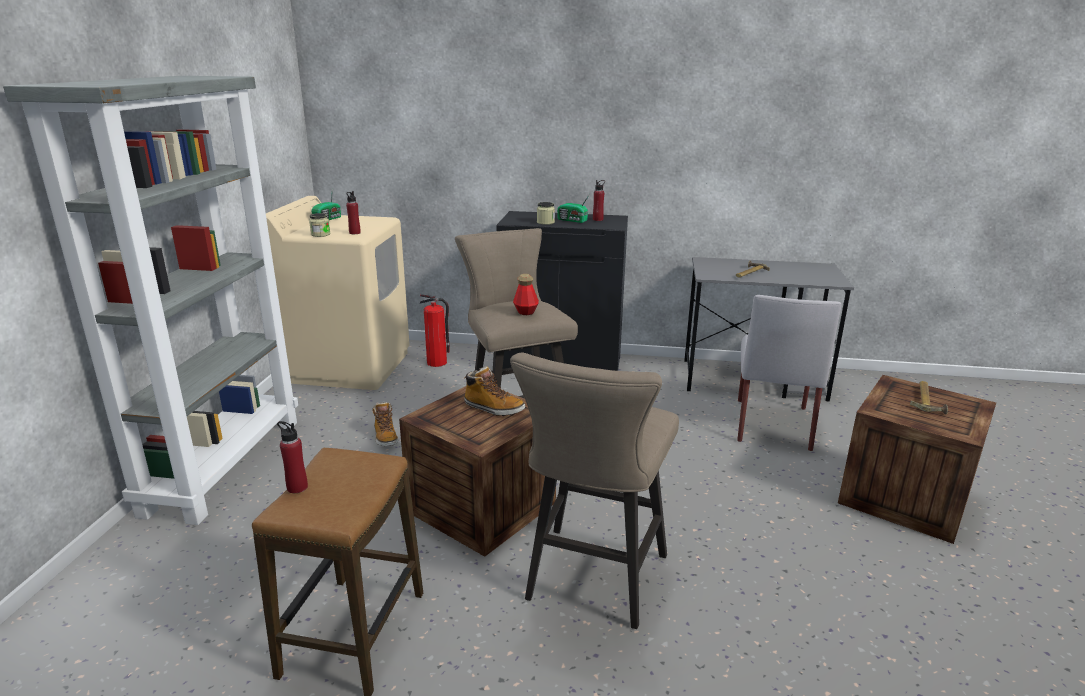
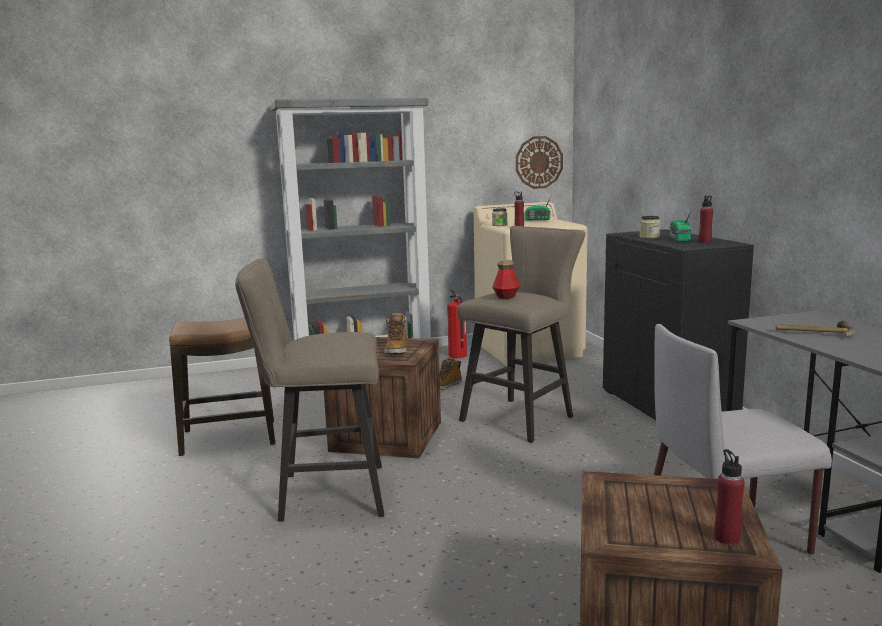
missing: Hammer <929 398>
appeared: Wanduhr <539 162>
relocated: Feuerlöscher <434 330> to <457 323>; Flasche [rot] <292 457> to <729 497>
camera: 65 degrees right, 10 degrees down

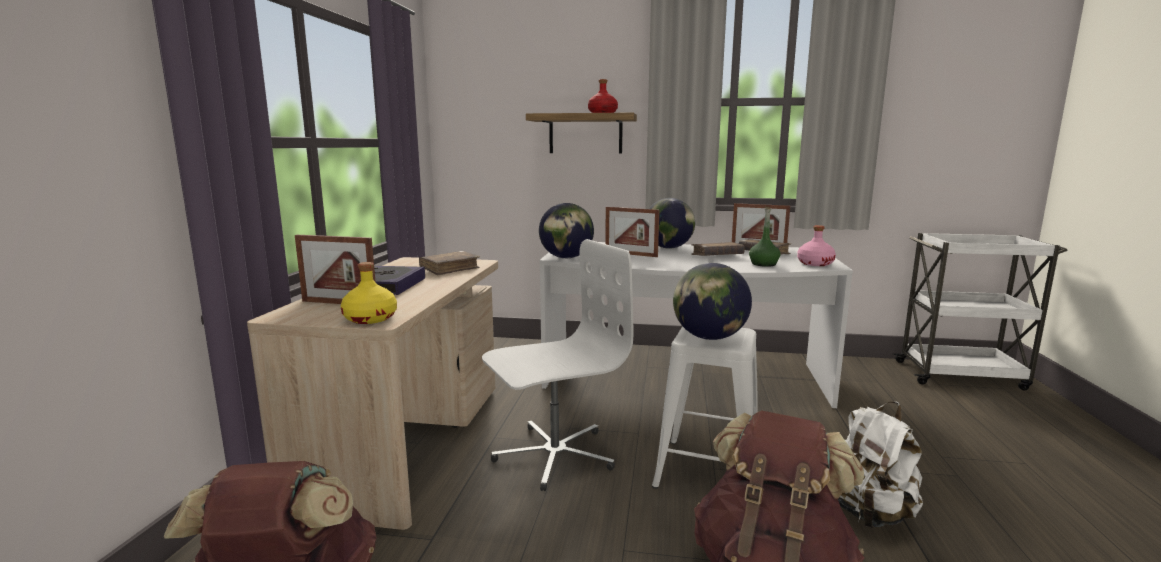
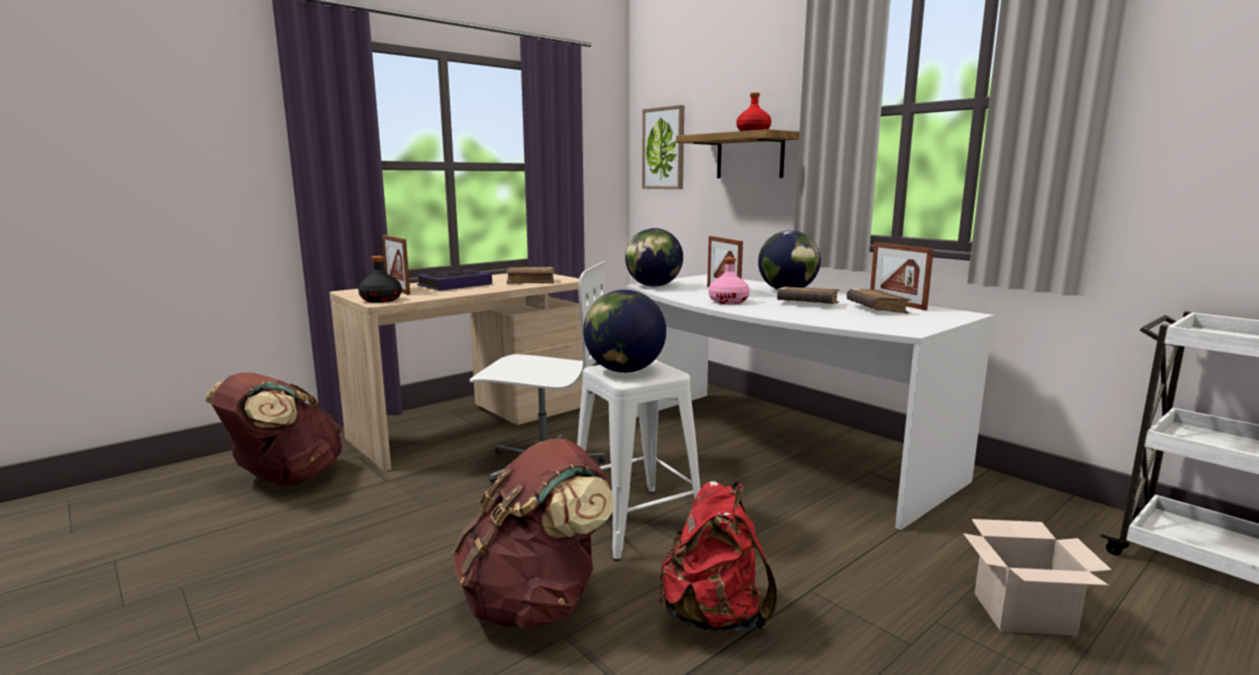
missing: Flasche [grün] <765 237>
appeared: Bild <663 147>; Karton <1037 577>
relocated: Flasche [rosa] <816 245> to <729 280>
colour: Flasche [gelb] <369 293> to Flasche [schwarz] <380 279>; Rucksack [weiß] <880 465> to Rucksack [rot] <718 556>
camera: 40 degrees right, 0 degrees up

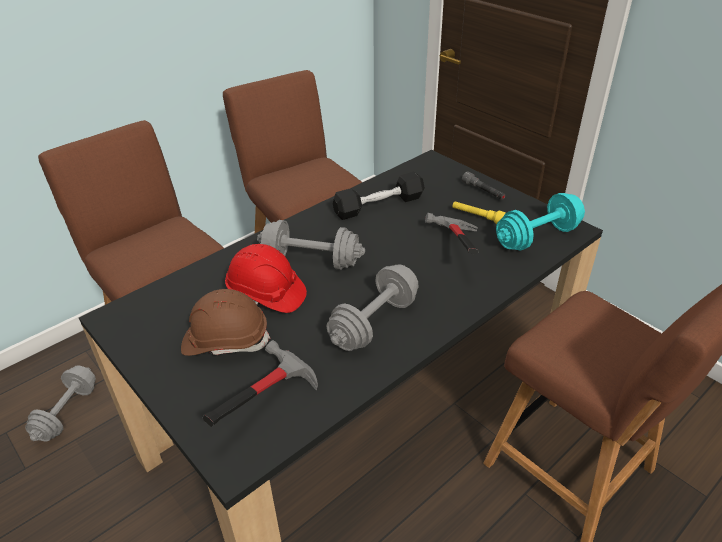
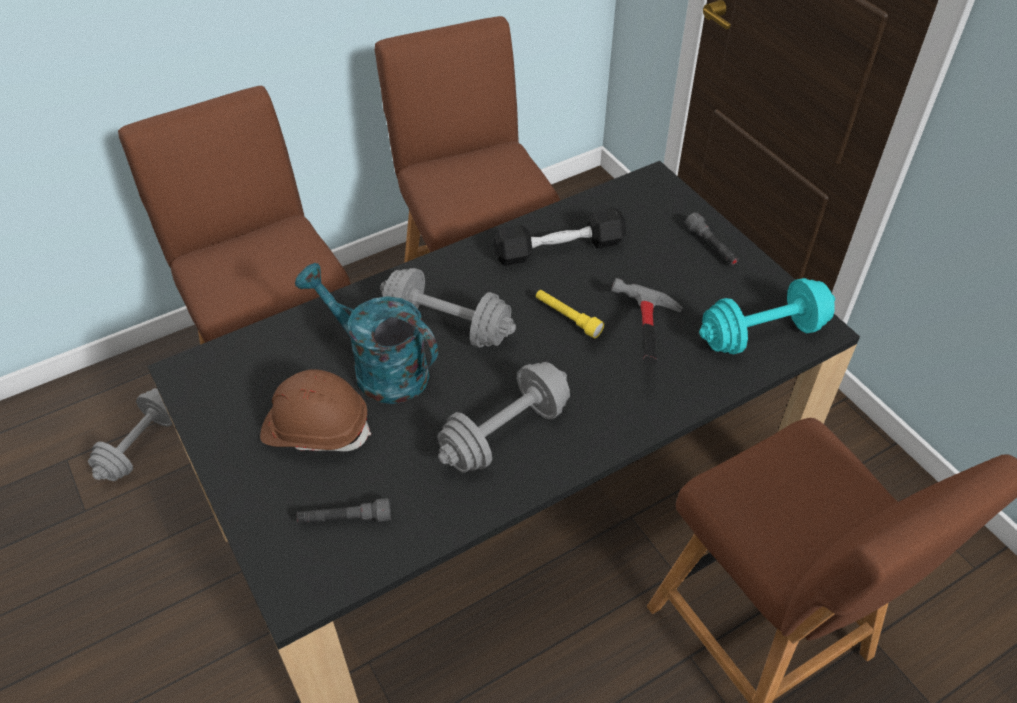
relocated: Taschenlampe [gelb] <479 213> to <570 314>
exchanged: Schutzhelm [rot] <266 278> to Gießkanne [türkis] <366 333>; Hammer <260 383> to Taschenlampe [grau] <344 510>
camera: 10 degrees right, 10 degrees up

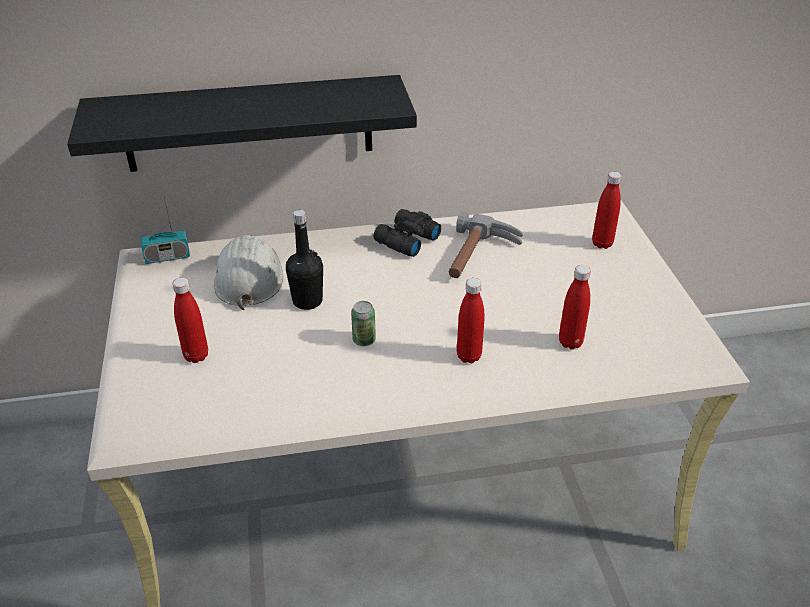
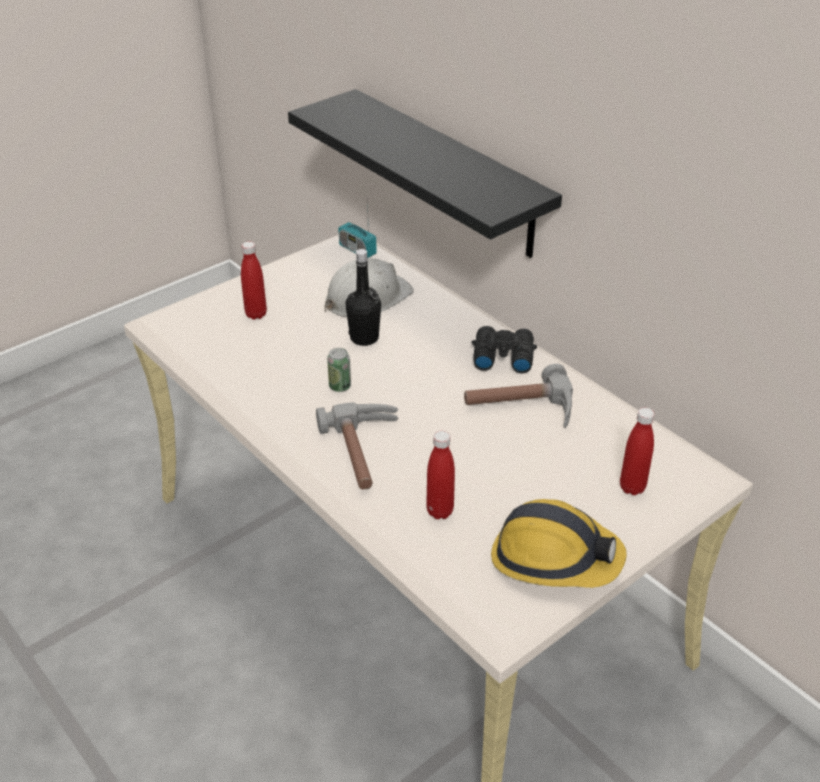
appeared: Schutzhelm <559 543>
exchanged: Flasche [rot] <471 321> to Hammer <357 446>
camera: 60 degrees right, 0 degrees up

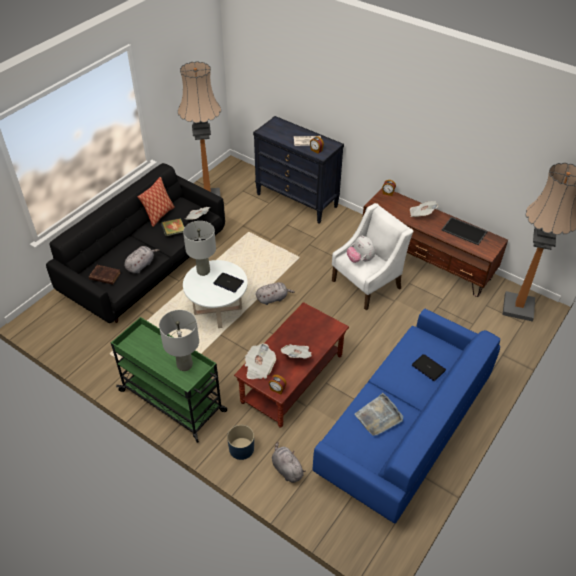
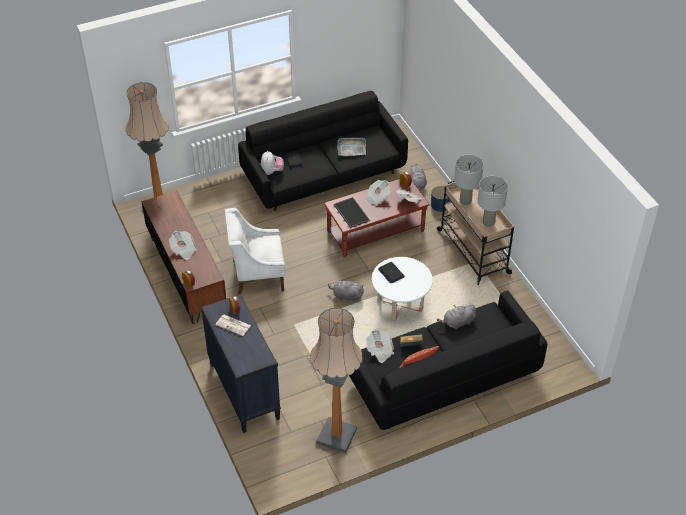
missing: Buch [braun] <105 275>
relocated: Tablett <465 231> to <352 212>; Tischlampe [grau] <199 248> to <492 201>; Plüschtier <361 249> to <272 162>
colour: Sofa [blau] <406 416> to Sofa [schwarz] <323 151>; Rollwagen [grün] <169 380> to Rollwagen [beige] <475 232>
camera: 150 degrees left, 0 degrees up

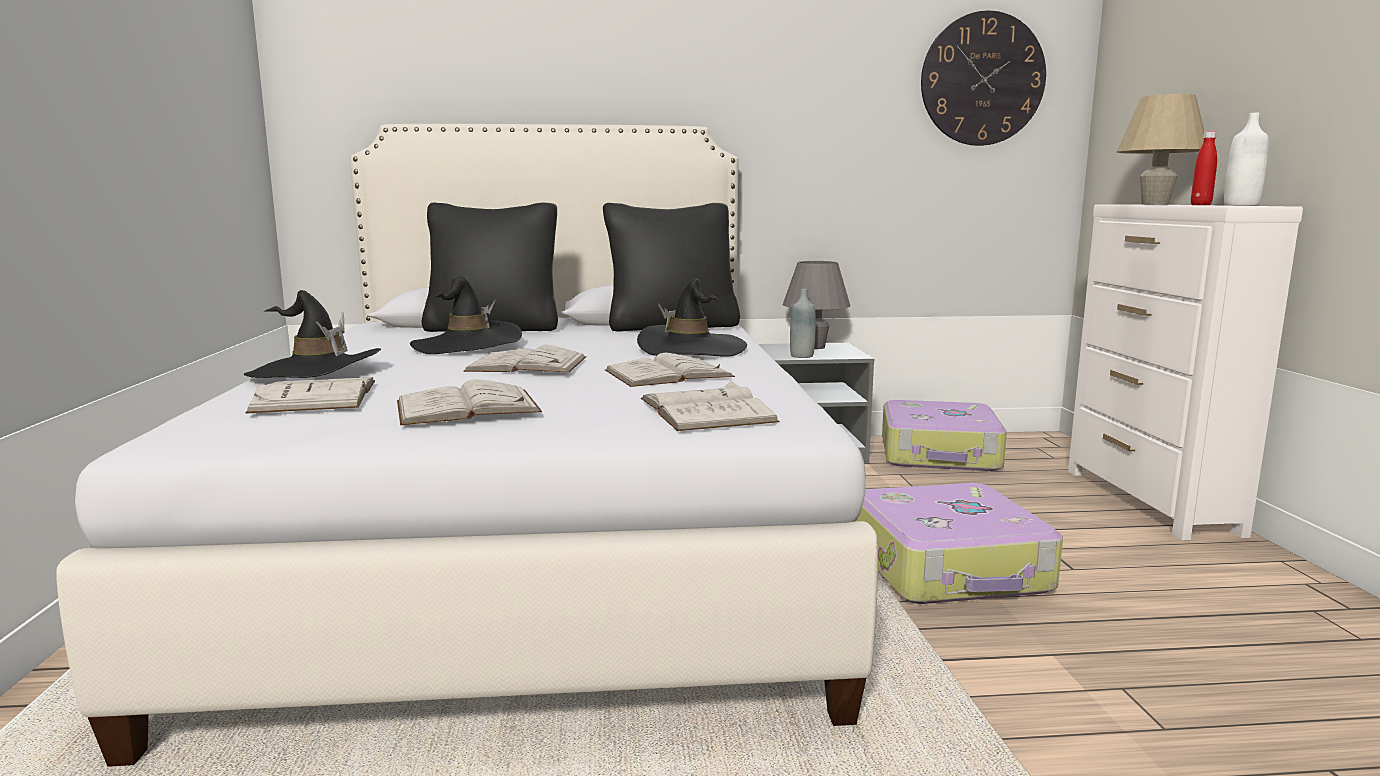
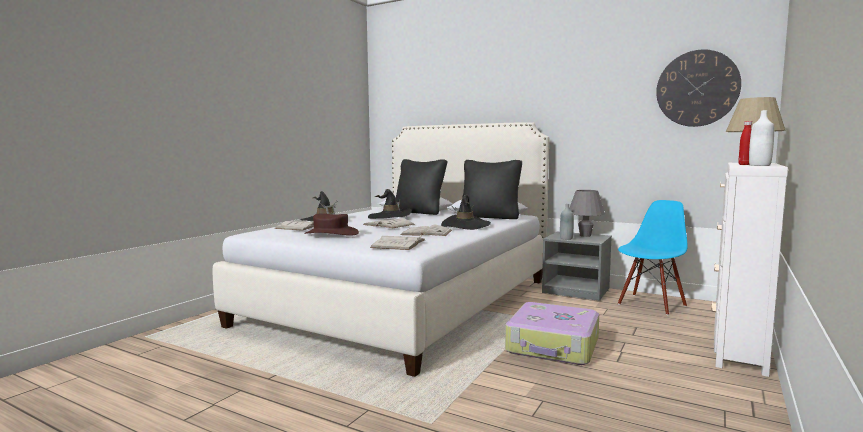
exchanged: Buch [weiß] <469 402> to Hut [braun] <331 224>; Koffer <944 435> to Stuhl [blau] <652 257>
camera: 35 degrees right, 5 degrees down

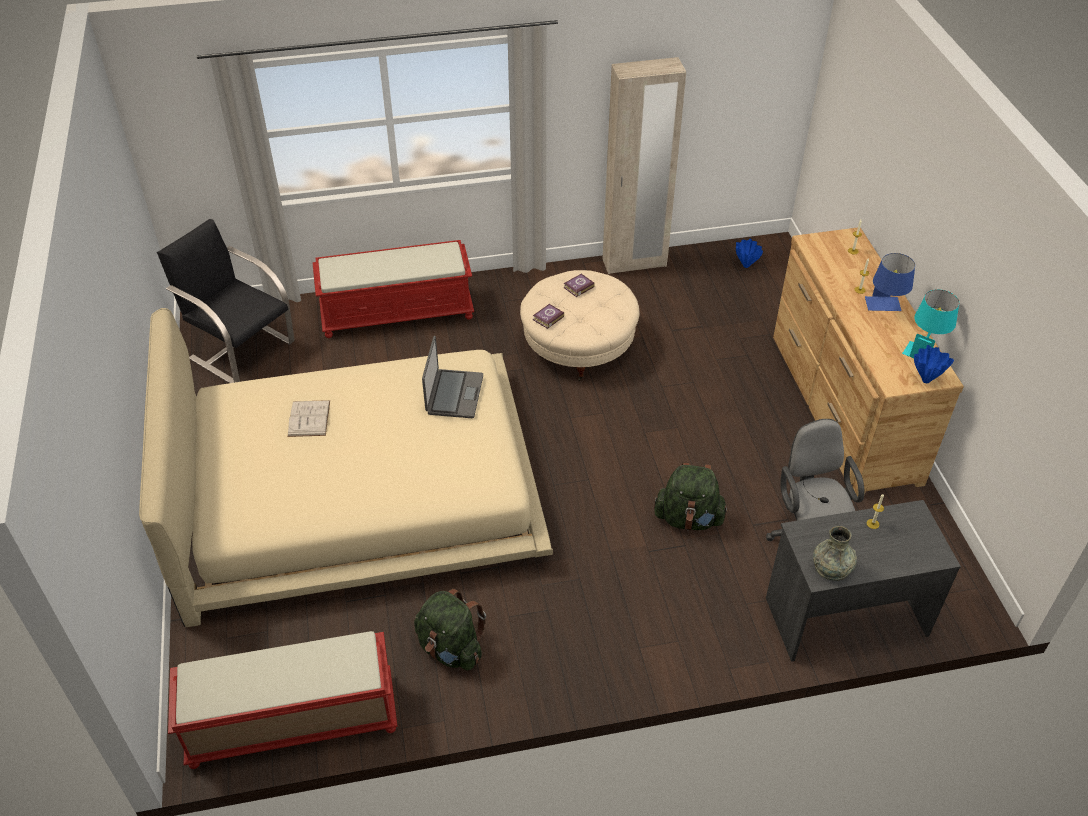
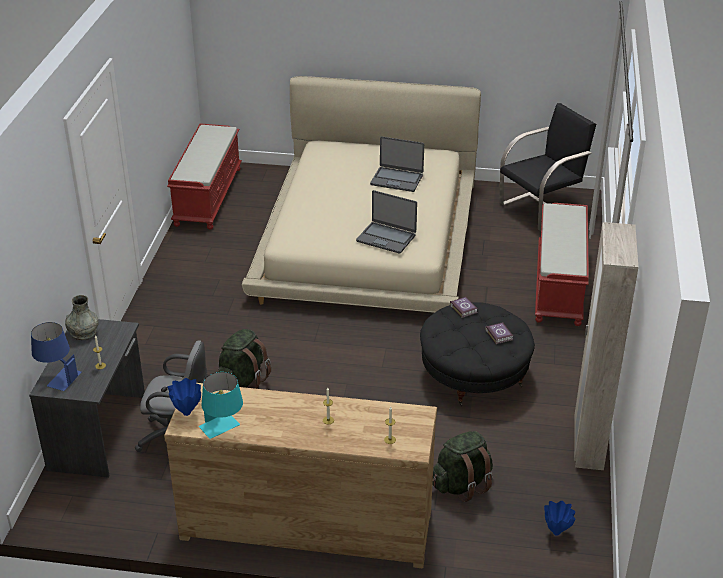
relocated: Tischlampe [blau] <890 282> to <56 356>; Rucksack [grün] <450 630> to <462 466>
exchanged: Buch [weiß] <308 418> to Laptop <397 164>
colour: Polsterhocker [beige] <579 325> to Polsterhocker [schwarz] <477 354>
camera: 110 degrees right, 10 degrees down

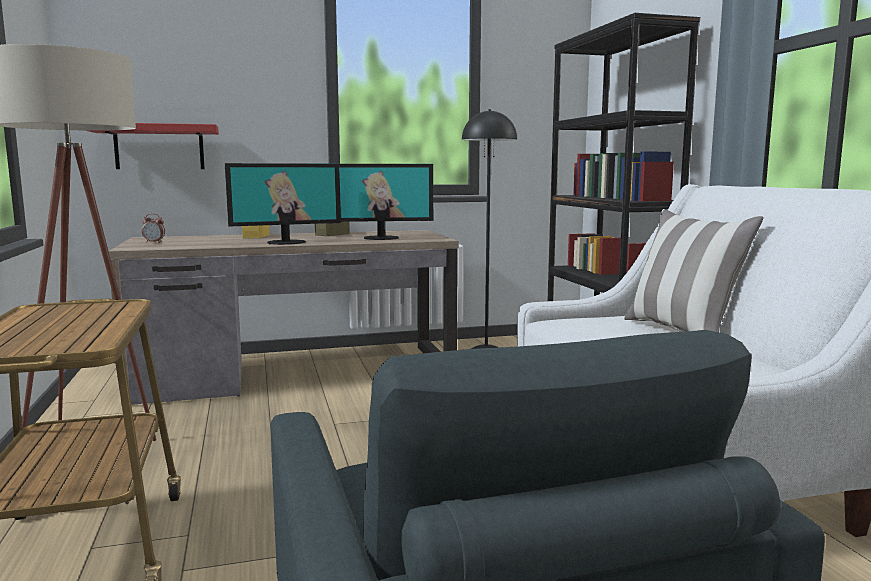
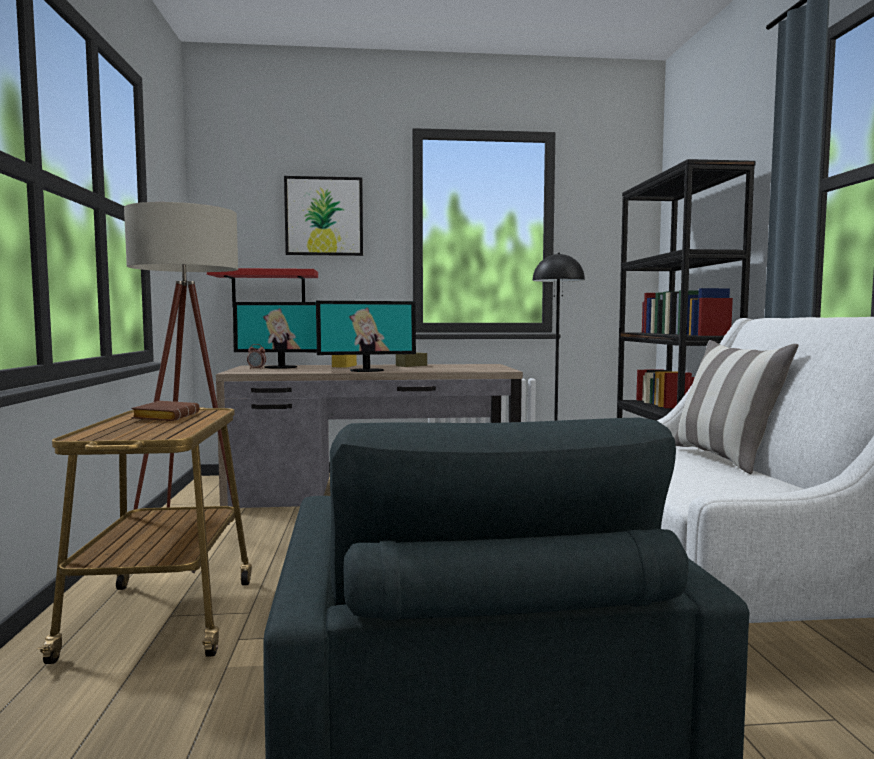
appeared: Bild <323 216>; Buch [braun] <165 411>
relocated: Monitor <386 202> to <275 335>
camera: 10 degrees right, 5 degrees down

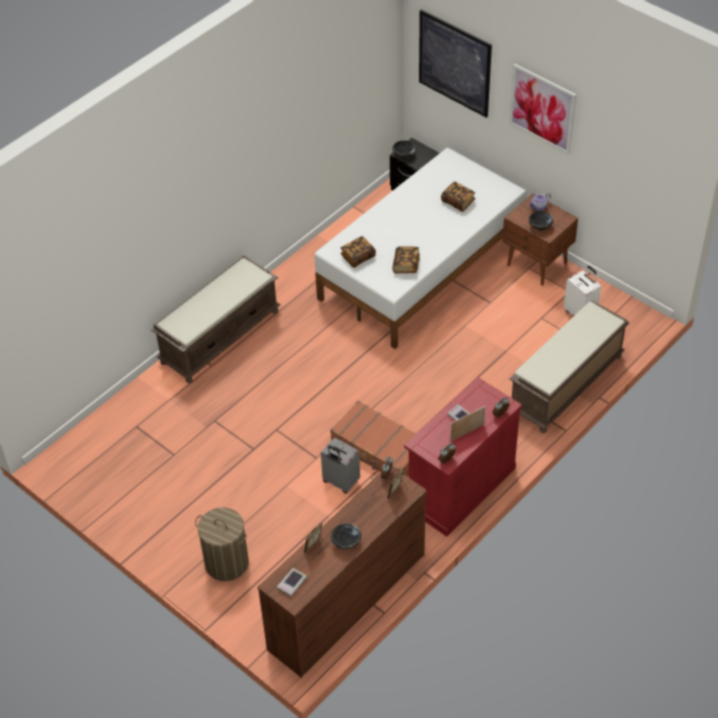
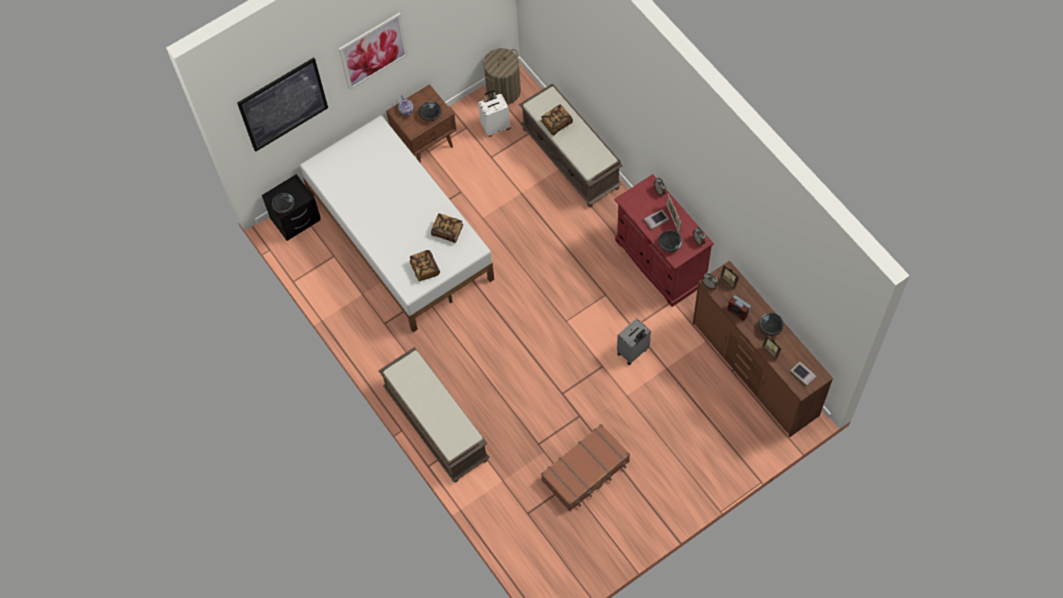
appeared: Schüssel [schwarz] <670 241>; Wecker <739 308>
relocated: Buch <458 196> to <557 119>; Koffer [braun] <373 438> to <585 467>; Wäschekorb <222 544> to <502 76>
camera: 75 degrees left, 15 degrees up

